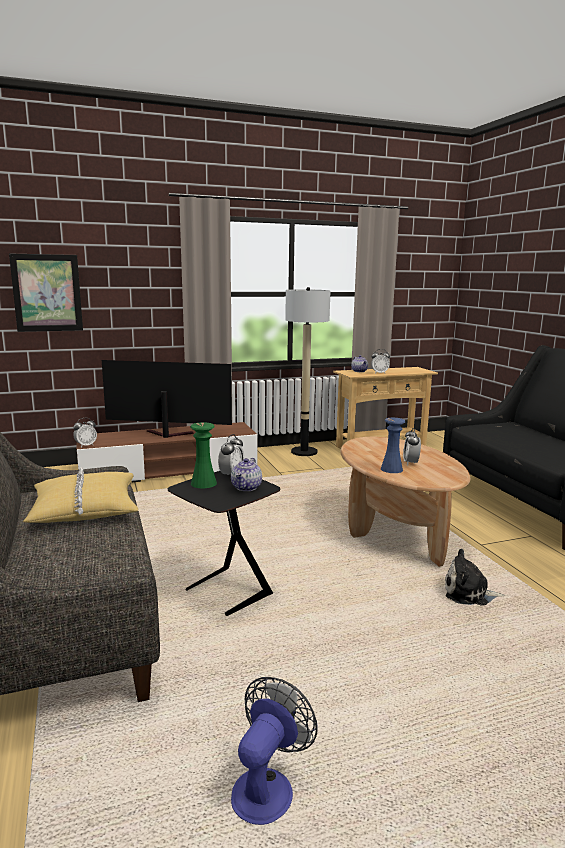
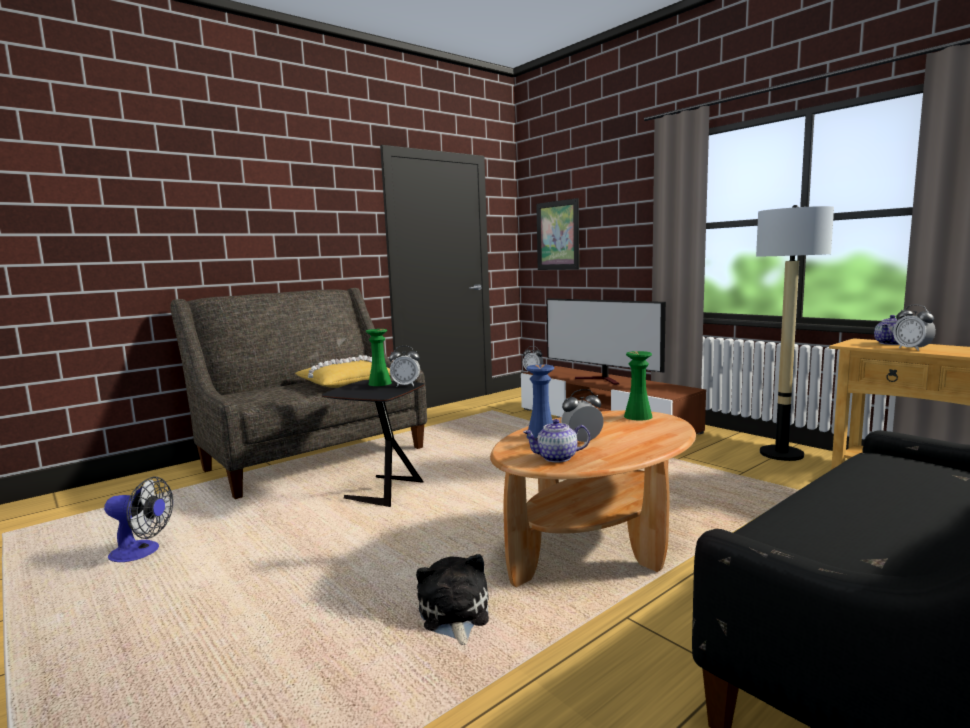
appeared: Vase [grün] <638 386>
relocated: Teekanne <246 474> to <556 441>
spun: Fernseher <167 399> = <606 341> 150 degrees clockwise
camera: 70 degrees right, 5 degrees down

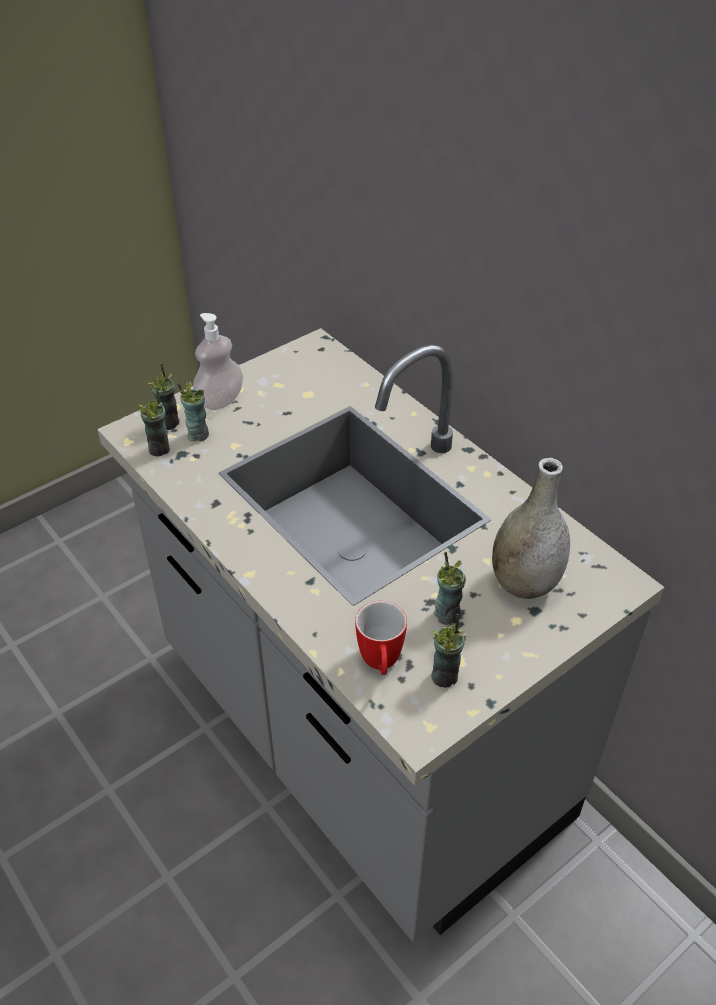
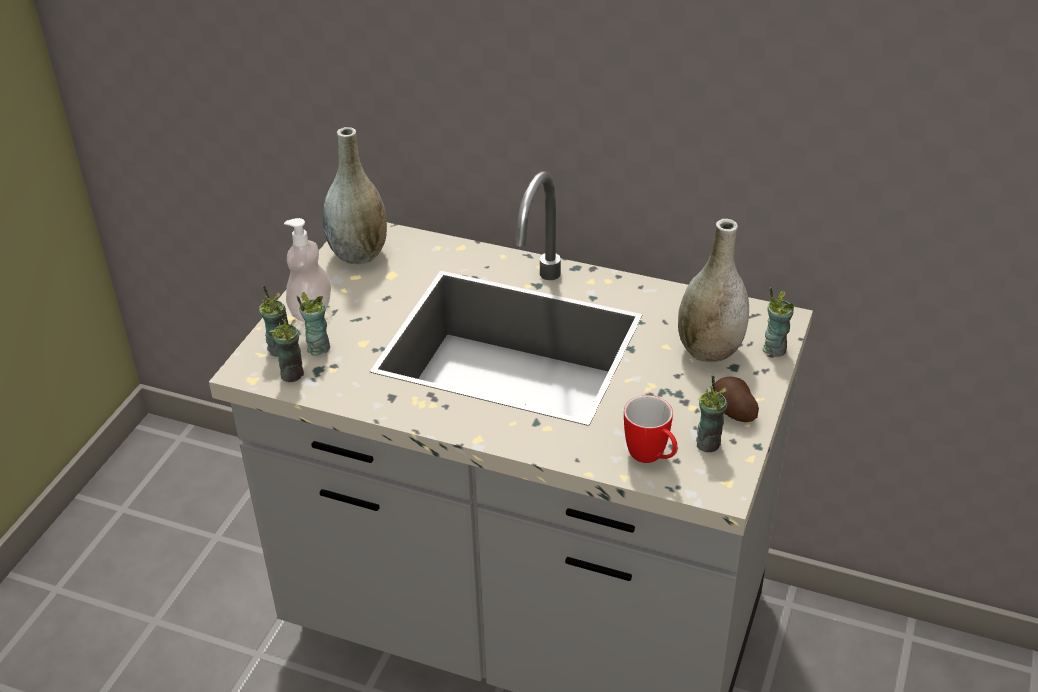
appeared: Vase [grau] <355 195>; Kartoffel <737 399>
relocated: Tasse <450 588> to <779 322>
camera: 30 degrees left, 5 degrees down

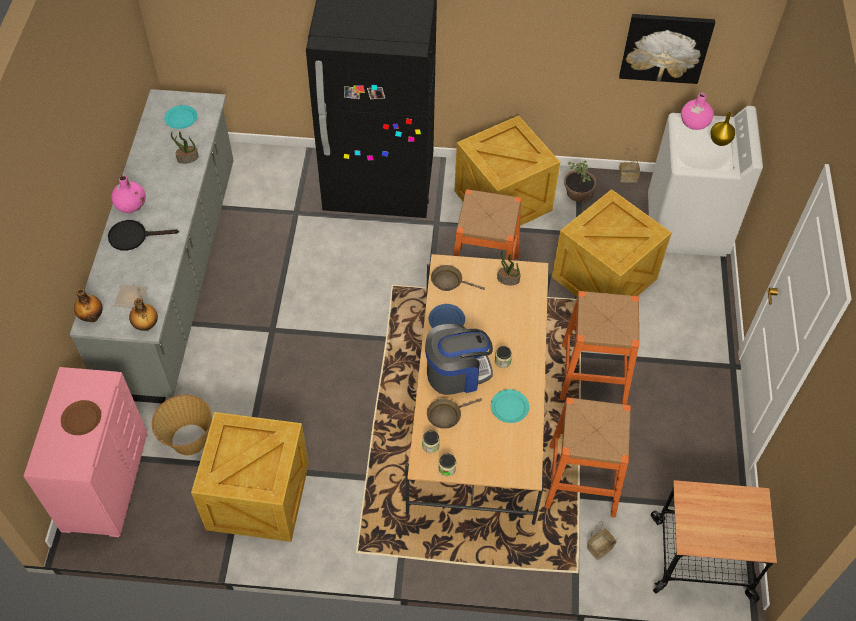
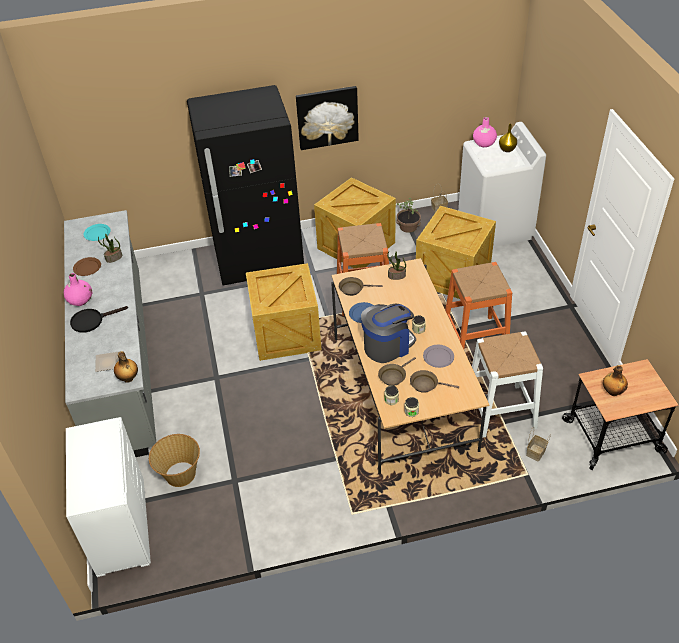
appeared: Pfanne [braun] <434 381>
relocated: Bild <667 49> to <327 118>; Flasche <88 305> to <615 380>; Teller [braun] <81 417> to <87 266>; Kiste <250 477> to <283 312>
colour: Kommode [rosa] <85 452> to Kommode [weiß] <108 497>; Teller [türkis] <510 406> to Teller [grau] <438 356>; Hocker [orange] <588 457> to Hocker [weiß] <507 384>
camera: 15 degrees left, 10 degrees down

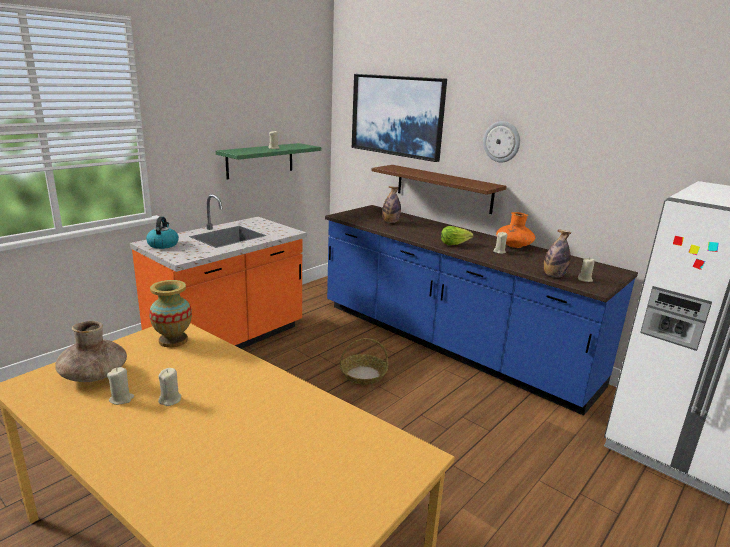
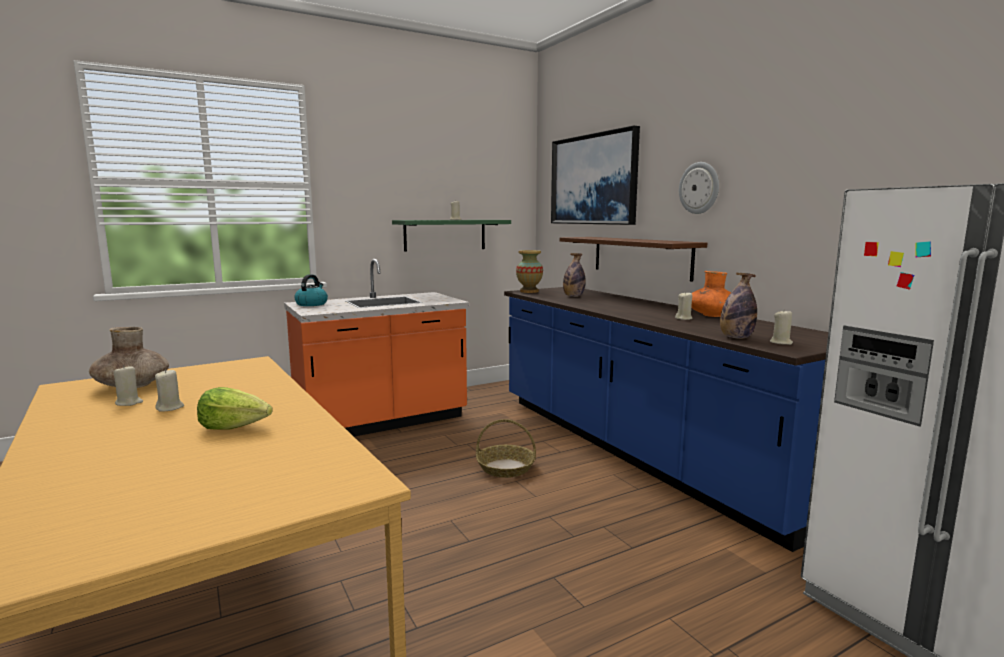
relocated: Salatkopf <457 235> to <235 408>; Vase <170 314> to <529 271>
camera: 20 degrees right, 10 degrees down

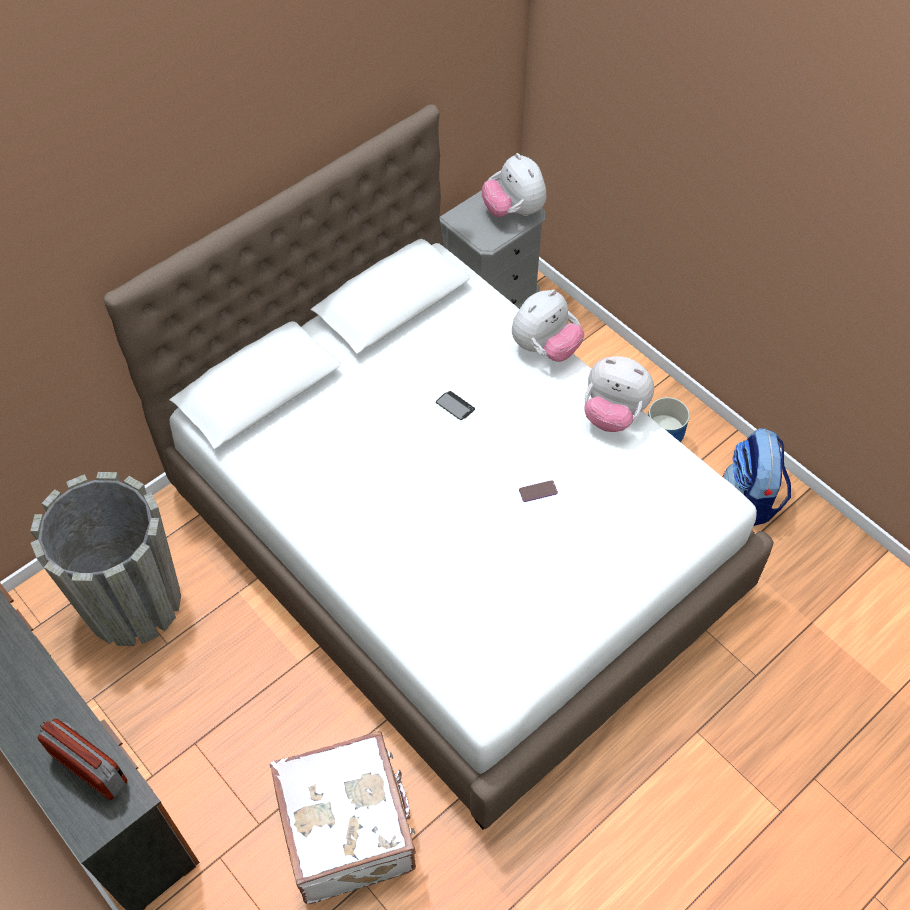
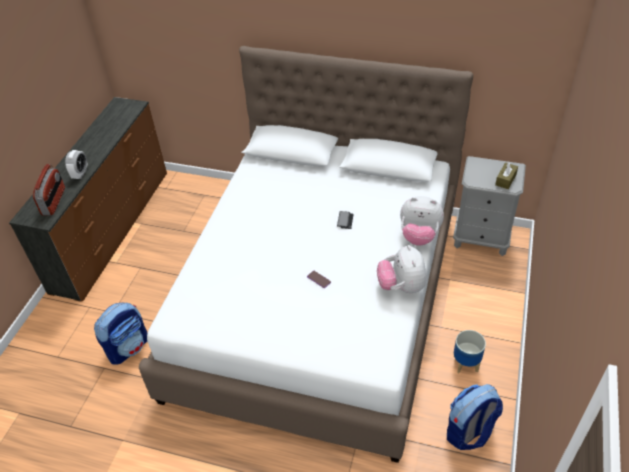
missing: Pflanzkübel [grau] <105 559>
appeared: Wecker <76 164>
exchanged: Plüschtier <514 185> to Taschentuchbox [braun] <506 175>; Koffer [weiß] <343 817> to Rucksack <120 333>
camera: 60 degrees right, 10 degrees down

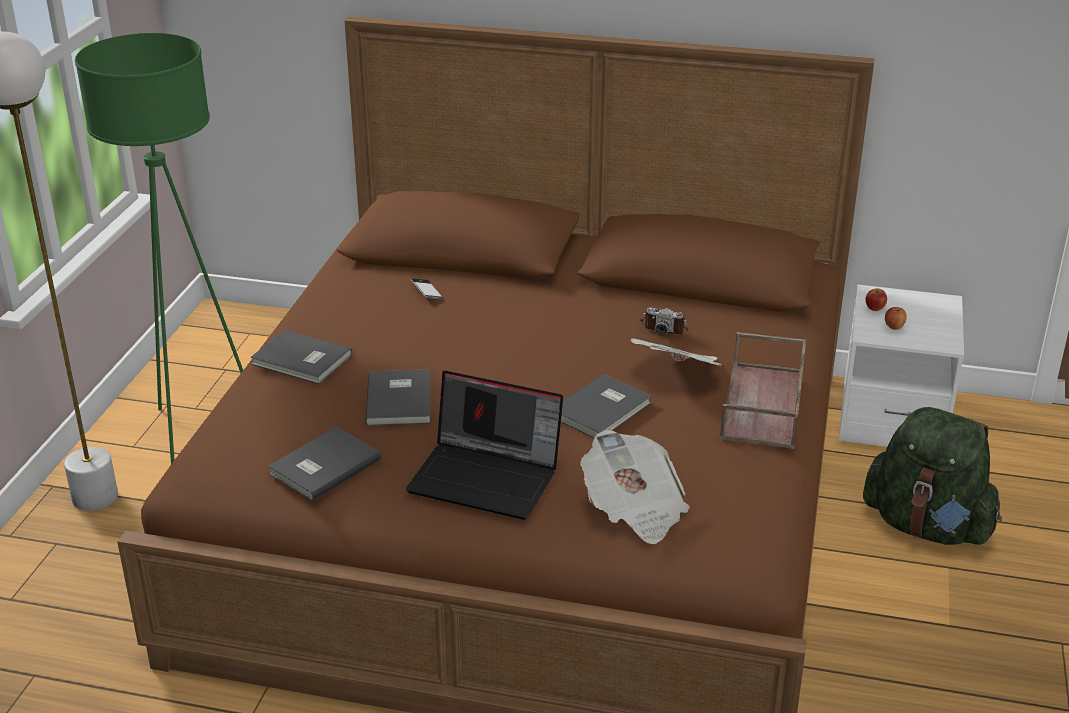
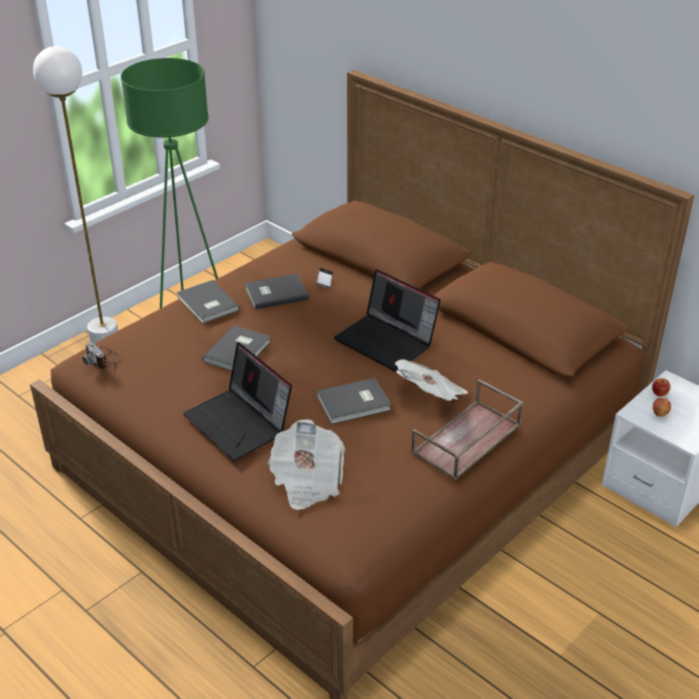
missing: Rucksack [grün] <932 476>
appeared: Laptop <387 320>
relocated: Kamera <664 321> to <101 355>; Buch [grau] <324 464> to <277 292>
camera: 30 degrees right, 5 degrees up

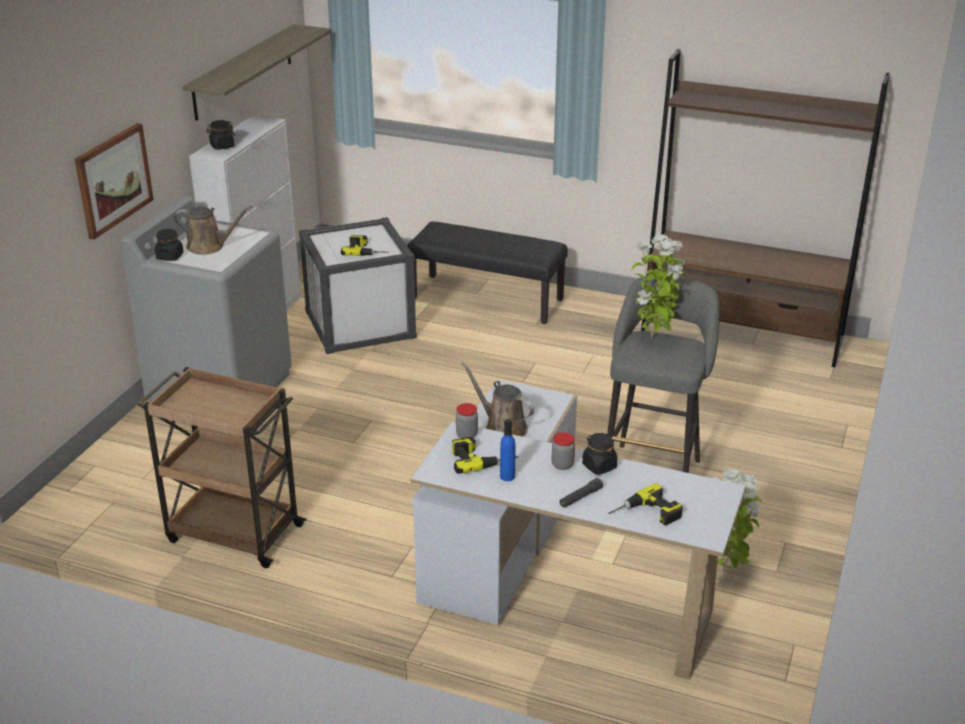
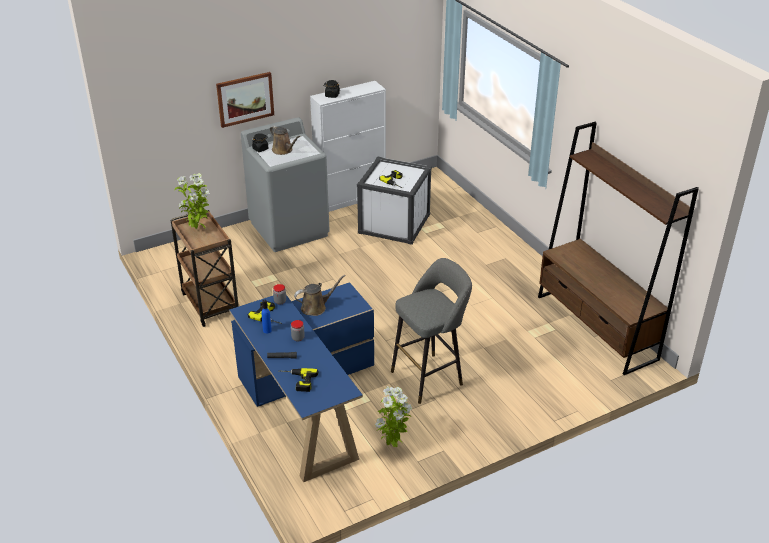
missing: Wandregal <257 72>; Bank [schwarz] <487 272>; Vorratsglas [schwarz] <599 454>
relocated: Topfpflanze <658 286> to <192 201>
colour: Schreibtisch [weiß] <578 529> to Schreibtisch [blau] <301 382>
spun: Gießkanne [braun] <497 399> = <320 295> 75 degrees clockwise
camera: 40 degrees right, 5 degrees up

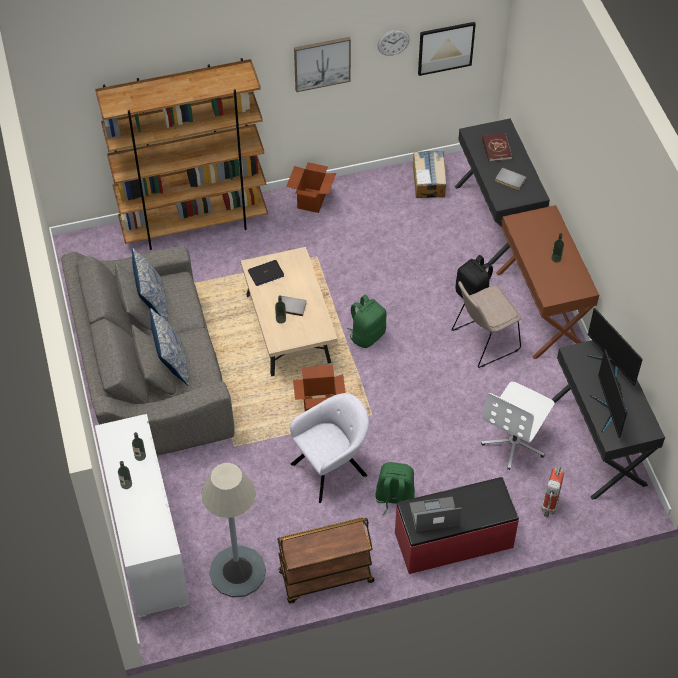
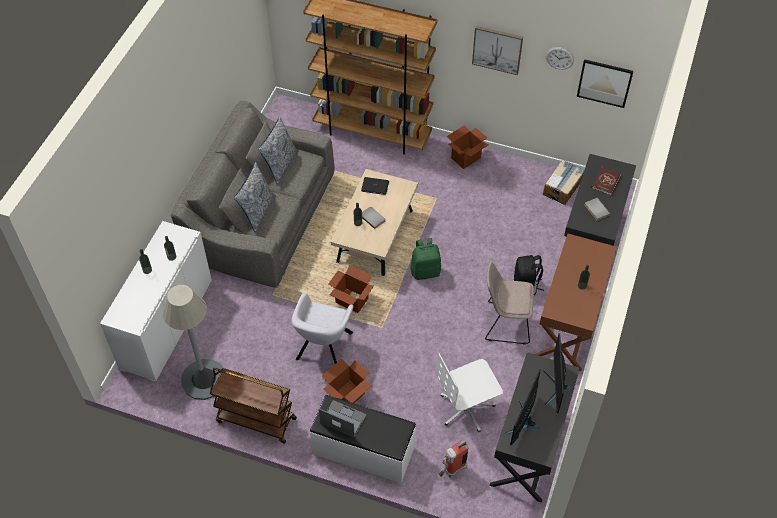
exchanged: Rucksack [grün] <395 489> to Karton <347 381>
colour: Bank [rot] <457 525> to Bank [weiß] <363 439>
spun: Sessel [grau] <329 448> = <323 328> 105 degrees clockwise
camera: 35 degrees right, 0 degrees up

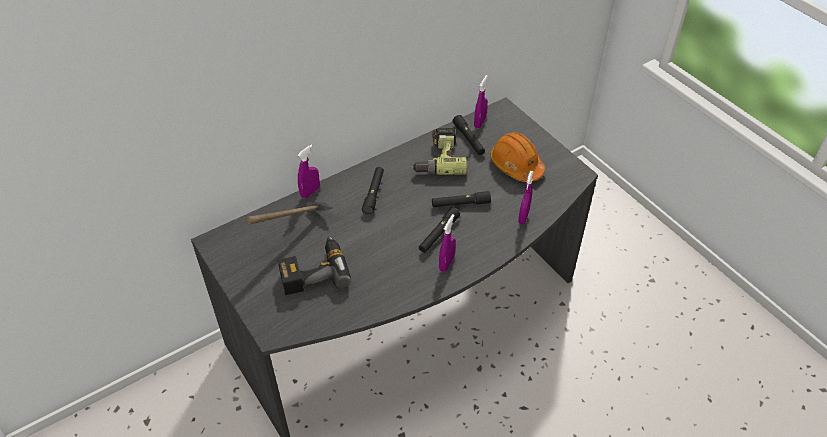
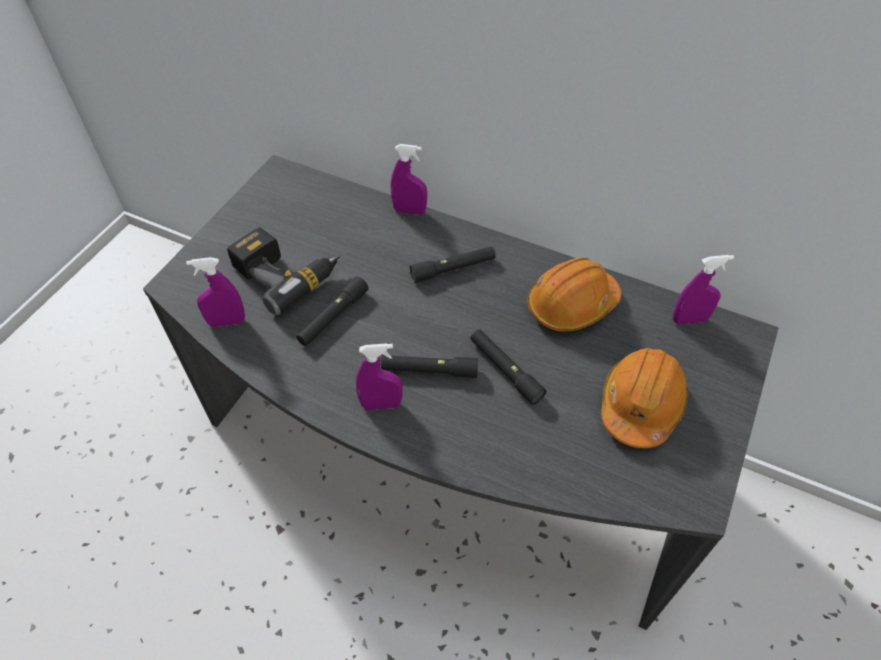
missing: Hammer <289 213>
relocated: Taschenlampe [schwarz] <469 135> to <332 311>; Sprühflasche [lila] <526 197> to <215 292>
exchanged: Bohrmaschine <439 151> to Schutzhelm [orange] <574 294>
camera: 60 degrees right, 5 degrees up

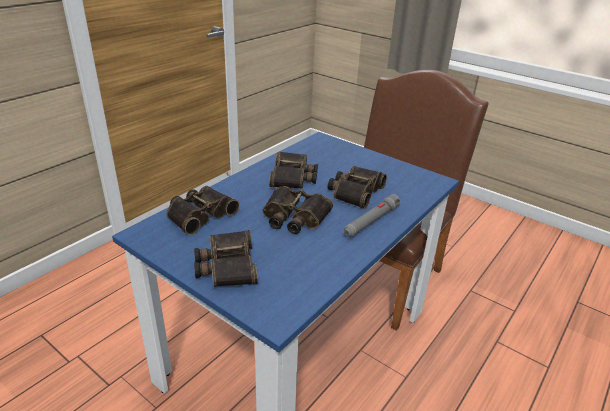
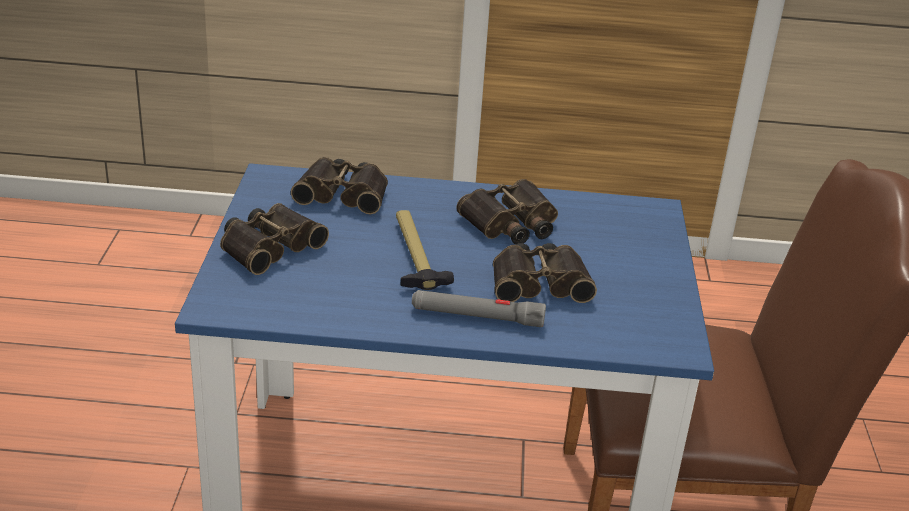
exchanged: Fernglas <298 210> to Hammer <425 250>
camera: 55 degrees right, 0 degrees up

